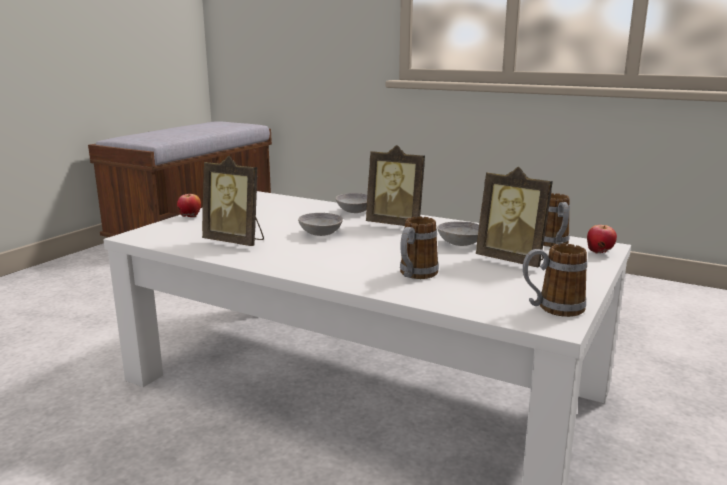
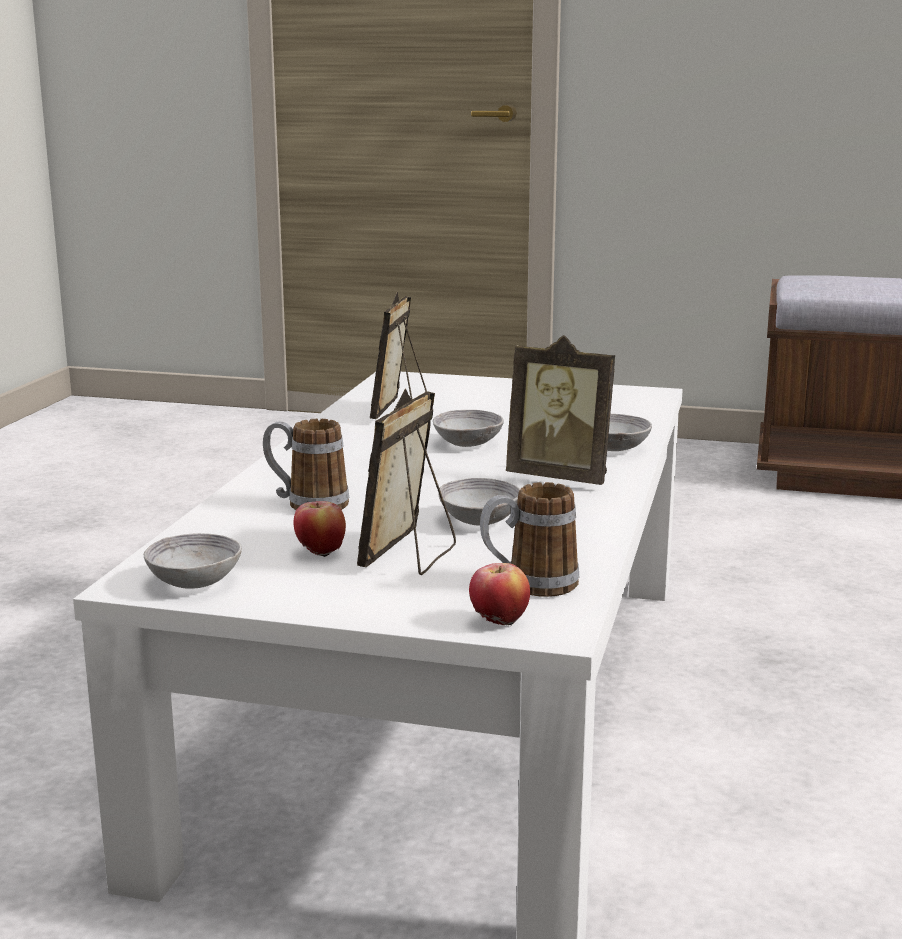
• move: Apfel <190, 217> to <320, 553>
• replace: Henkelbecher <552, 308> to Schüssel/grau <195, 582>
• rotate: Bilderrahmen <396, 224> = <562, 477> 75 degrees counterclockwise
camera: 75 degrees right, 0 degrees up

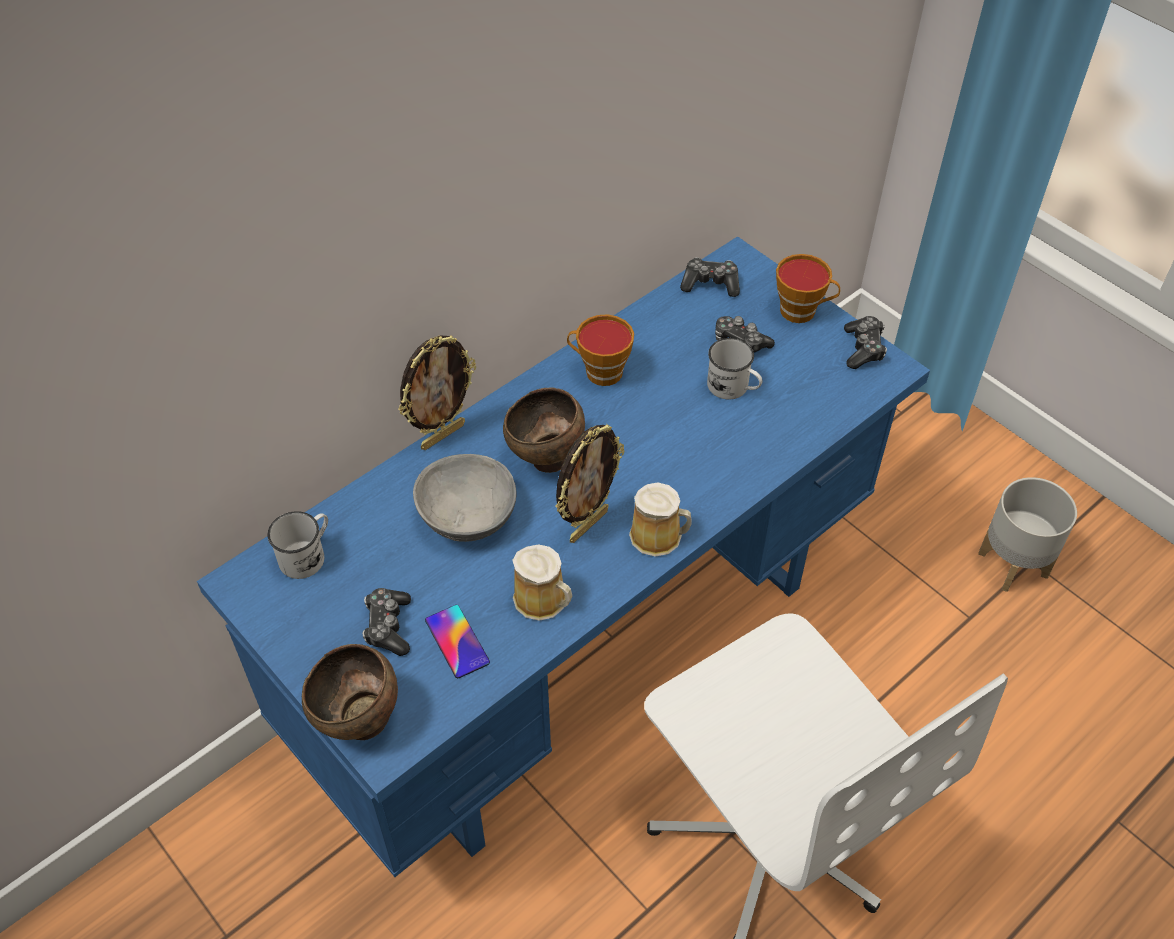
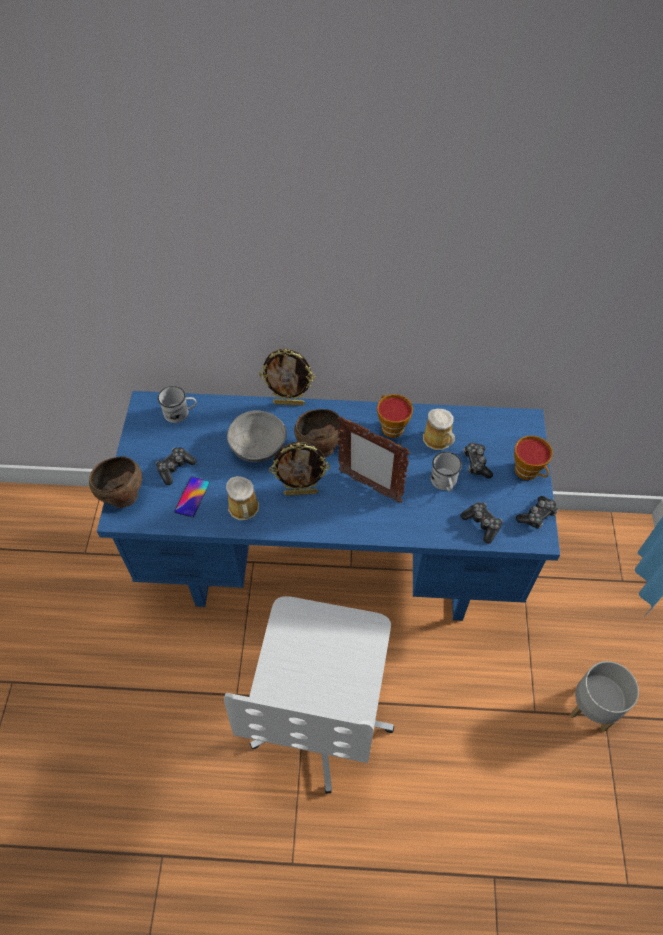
• insert: Bilderrahmen <369, 486>
• move: Henkelbecher <659, 536> to <438, 440>
• move: Gamepad <710, 284> to <482, 524>
camera: 45 degrees right, 5 degrees up

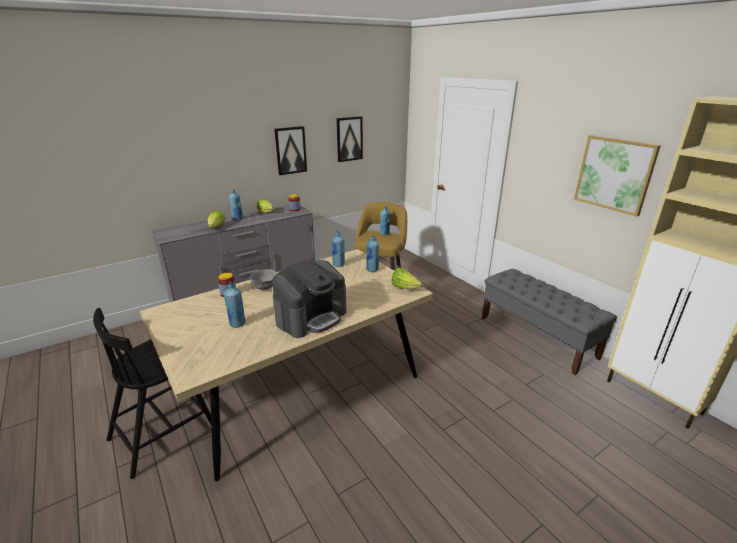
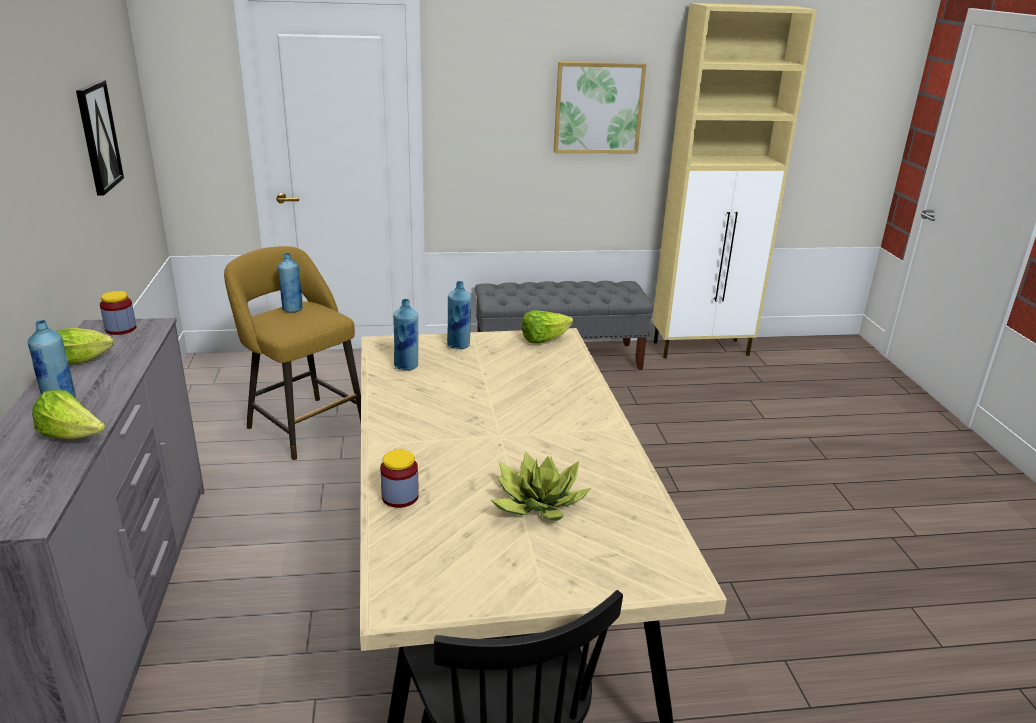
• delete: Schüssel/grau <265, 287>
• delete: Kaffeemaschine <311, 317>
• delete: Bild <290, 150>
• replace: Flasche/blau <237, 324> to Topfpflanze <536, 503>
camera: 65 degrees left, 0 degrees up

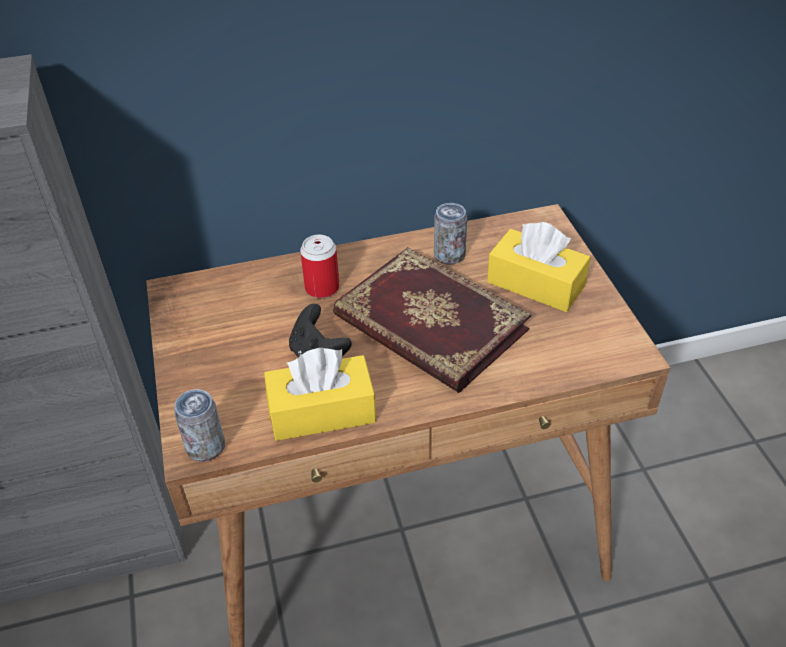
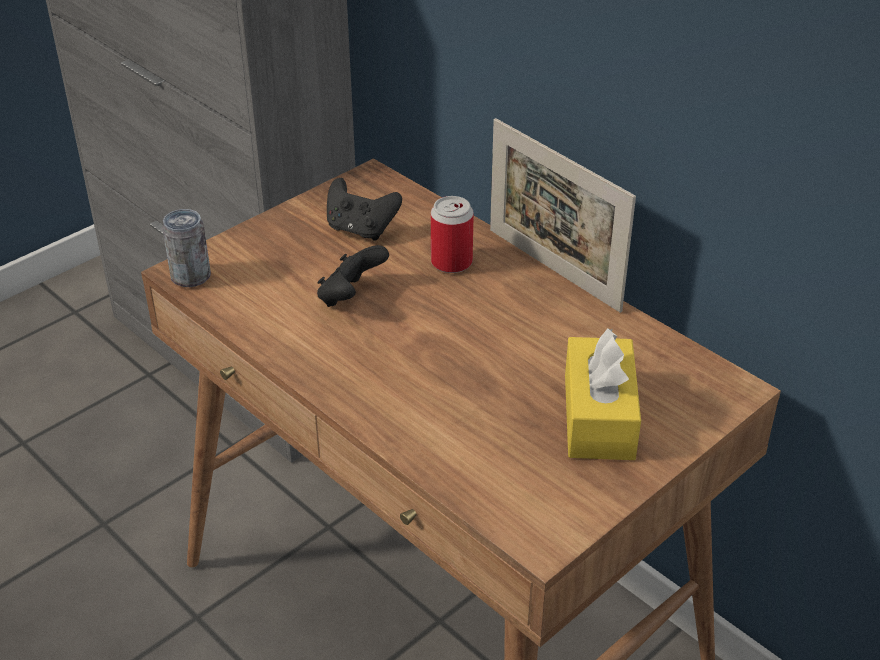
• delete: Taschentuchbox/gelb <322, 411>
• delete: Buch <428, 324>
• delete: Dose <449, 255>
• insert: Gamepad/schwarz <361, 229>
• insert: Bilderrahmen <553, 269>
camera: 60 degrees right, 5 degrees down

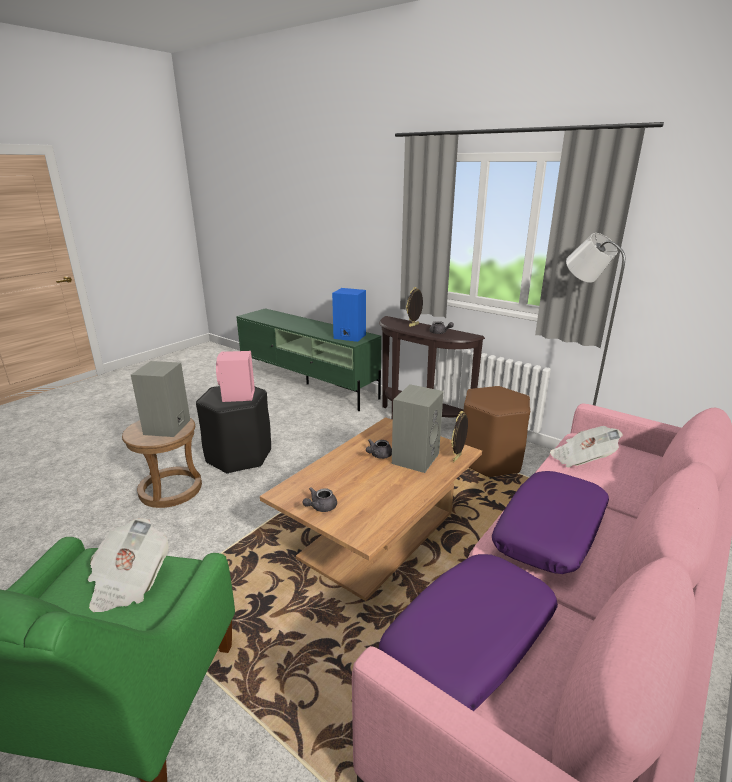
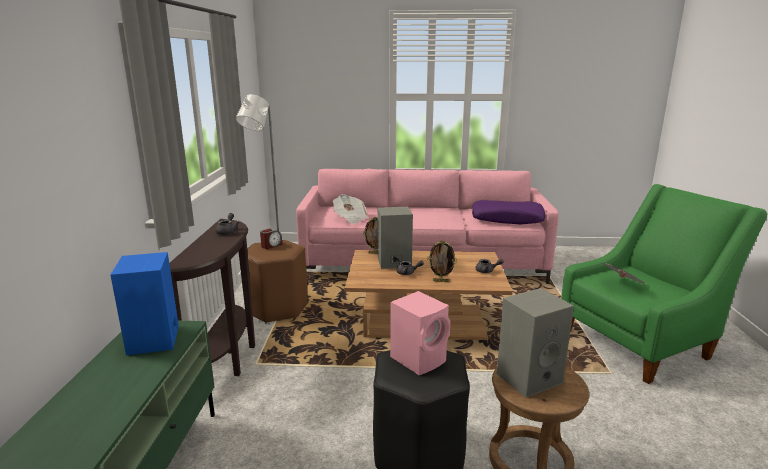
• delete: Kissen/lila <551, 531>
• insert: Wecker <271, 245>
• move: Bilderrahmen <414, 325> to <441, 281>
camera: 125 degrees left, 5 degrees down

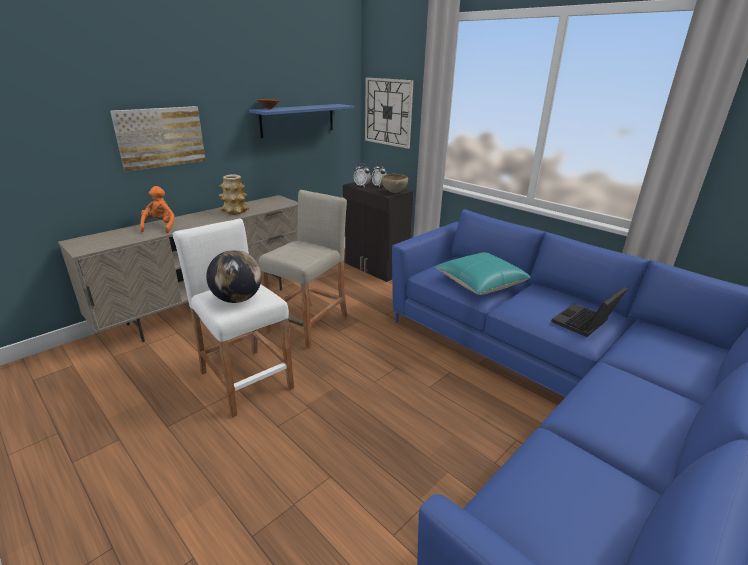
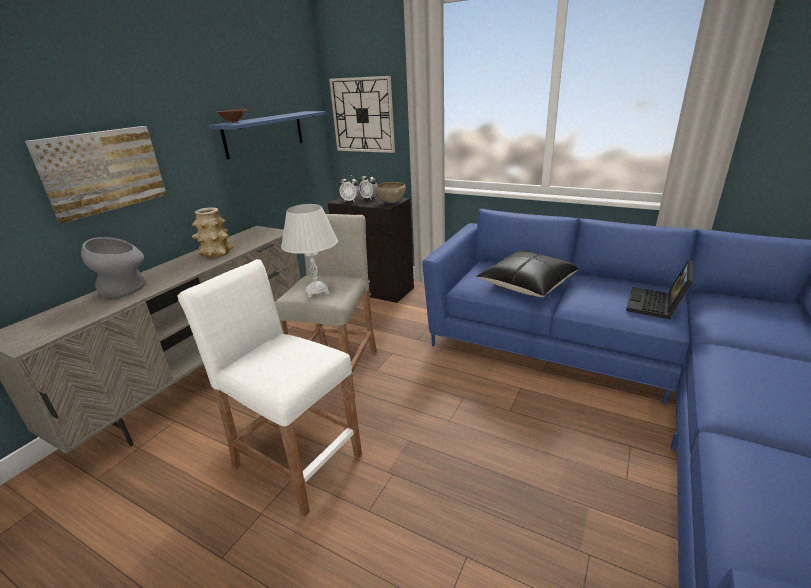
• delete: Globus <237, 299>
• insert: Tischlampe/weiß <317, 291>
• replace: Plüschtier/orange <160, 227> to Vase/grau <126, 290>
• recolor: Kissen/türkis <479, 283> to Kissen/schwarz <526, 284>
camera: 15 degrees left, 0 degrees up

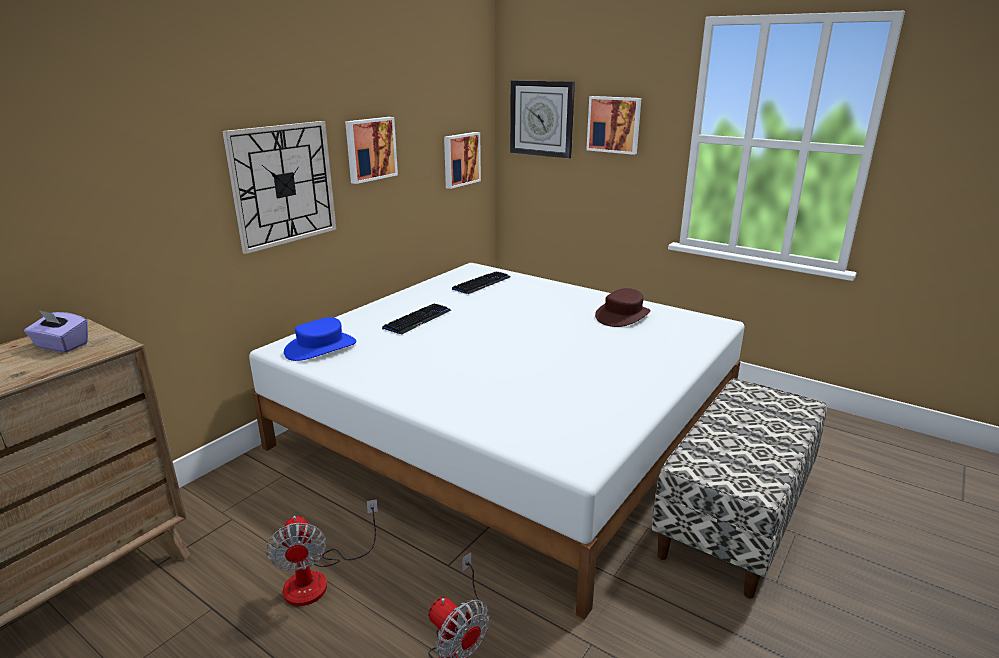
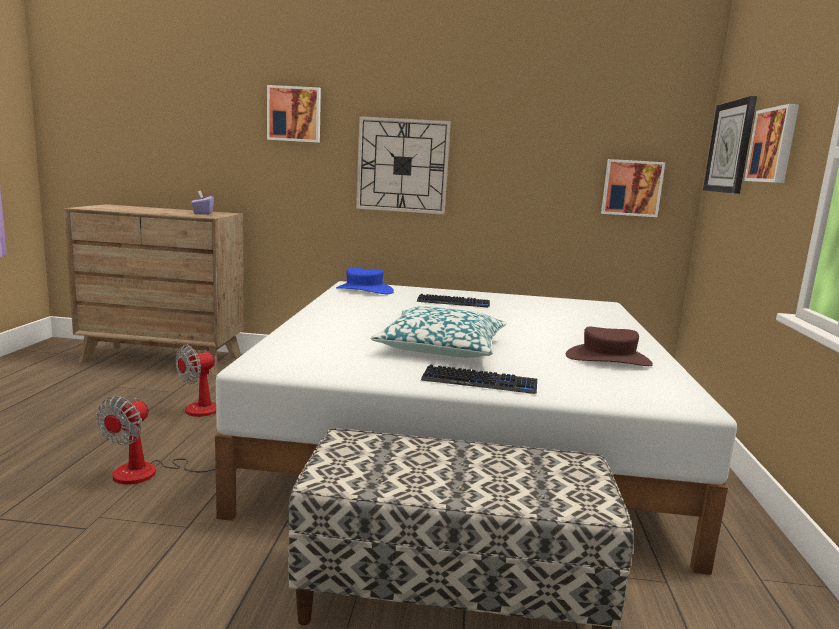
• insert: Kissen <441, 348>
• move: Bild <370, 149> to <294, 114>
• move: Tastatur <482, 284> to <479, 382>
camera: 60 degrees right, 10 degrees down

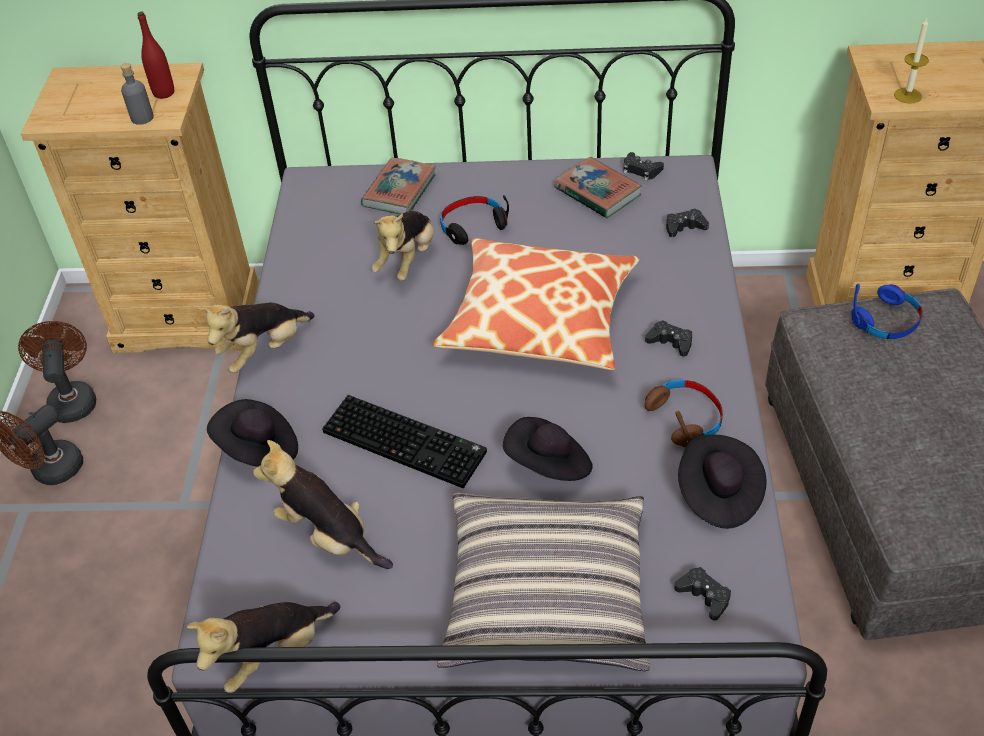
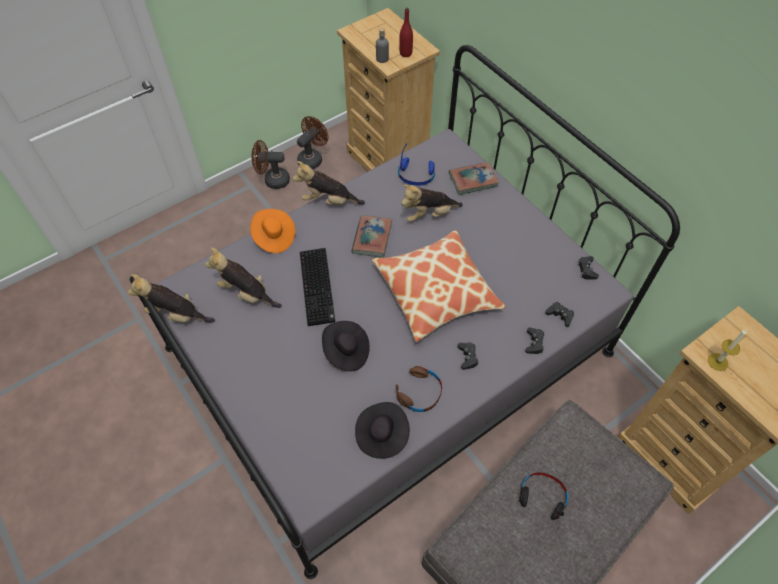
• delete: Kissen <545, 594>
• move: Kopfhörer/schwarz <472, 226> to <542, 496>
• move: Buch <597, 192> to <372, 238>
• move: Gamepad/schwarz <704, 596> to <534, 343>
• move: Kopfhörer/blau <887, 321> to <416, 175>
• recolor: Hut/schwarz <259, 449> to Hut/orange <274, 237>
• rotate: Plüschtier <328, 536> = <246, 293> 60 degrees counterclockwise
camera: 50 degrees right, 10 degrees up

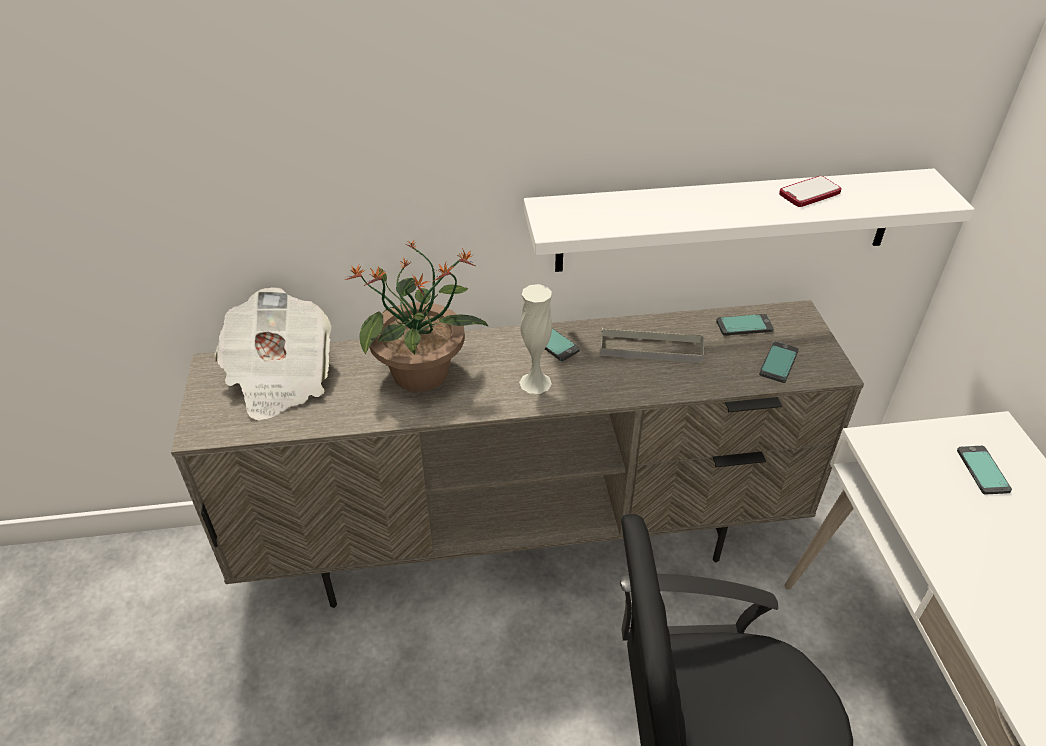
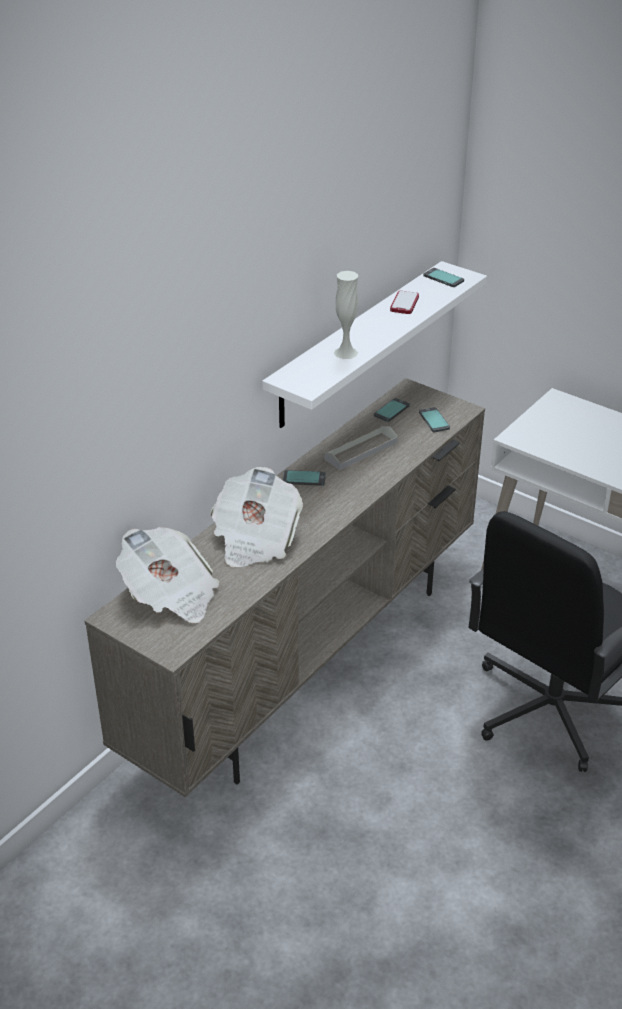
• move: Vase/weiß <535, 382> to <345, 352>
• move: Handy <982, 470> to <443, 278>
• replace: Topfpflanze <422, 373> to Zeitung <255, 539>
camera: 45 degrees left, 5 degrees down

